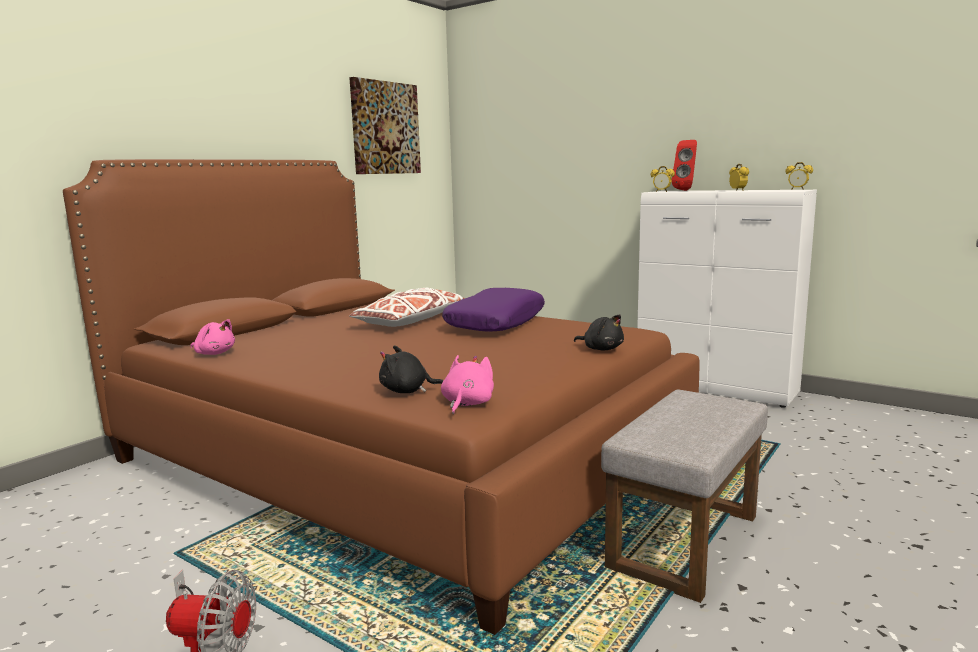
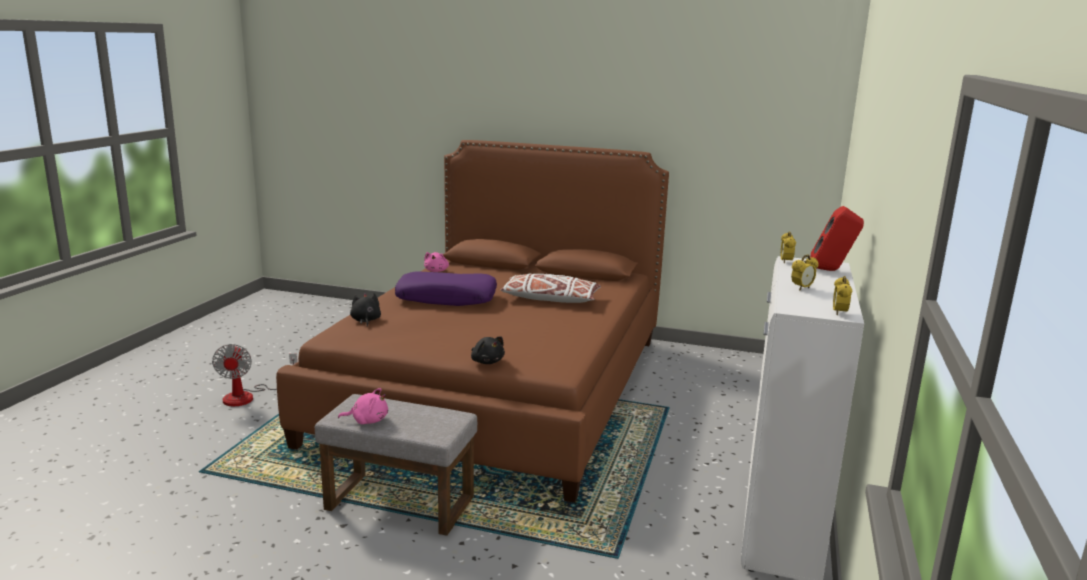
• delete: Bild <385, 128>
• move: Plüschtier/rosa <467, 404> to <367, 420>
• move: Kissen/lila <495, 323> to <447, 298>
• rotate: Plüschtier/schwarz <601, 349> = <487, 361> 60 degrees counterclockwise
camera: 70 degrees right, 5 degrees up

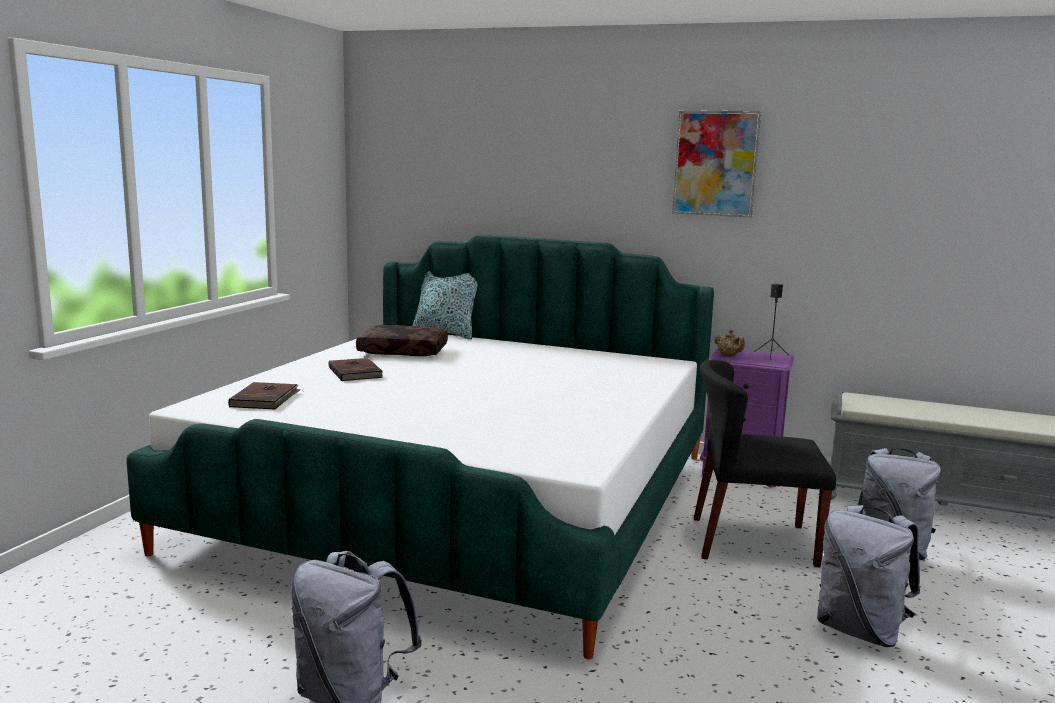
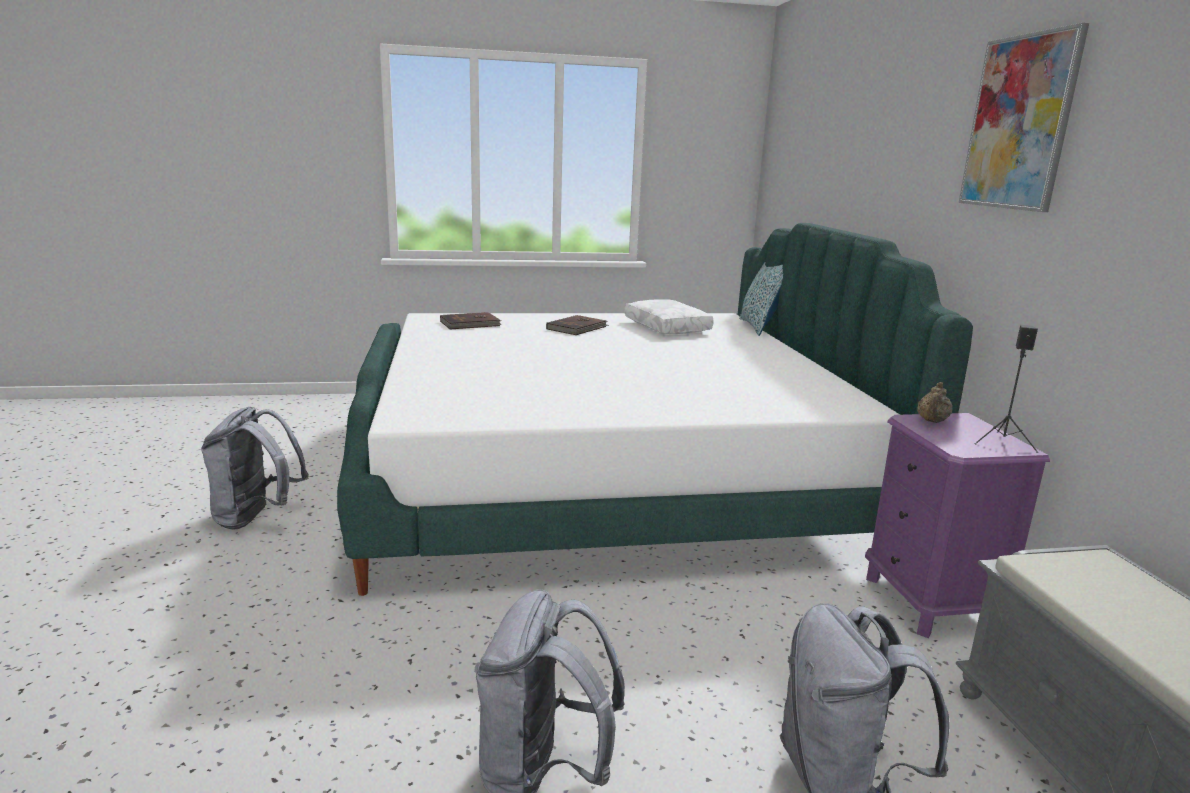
• delete: Stuhl/schwarz <752, 541>
• recolor: Kissen/braun <404, 351> to Kissen/weiß <668, 327>
camera: 60 degrees right, 5 degrees up

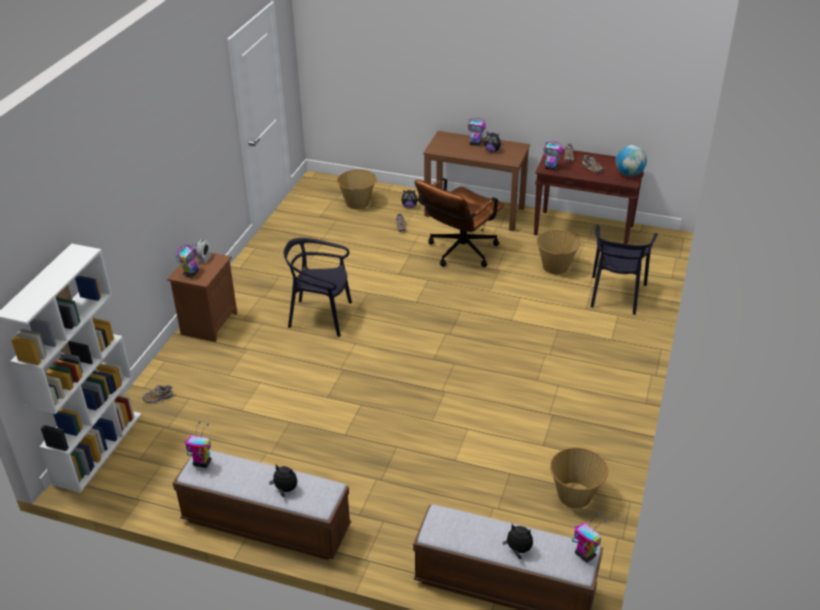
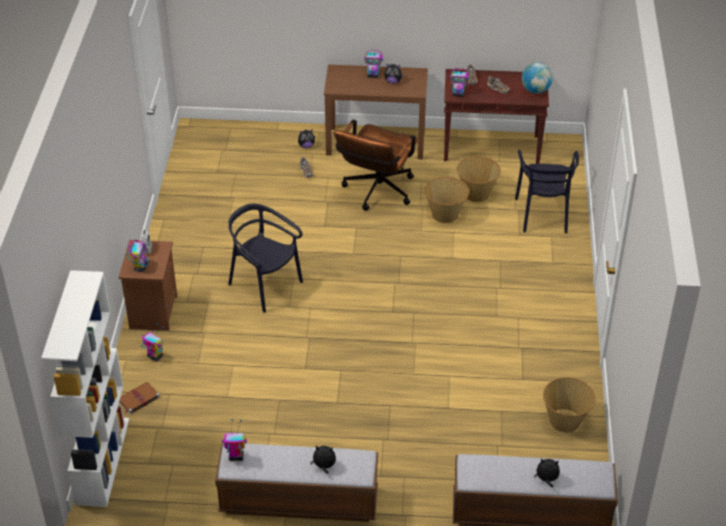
• move: Korb <358, 203> to <445, 214>
• move: Spielzeugroboter <584, 555> to <154, 356>
• replace: Schuh <158, 398> to Buch/braun <138, 399>
• rotate: Stuhl/schwarz <321, 317> = <264, 285> 45 degrees clockwise
camera: 15 degrees left, 5 degrees up

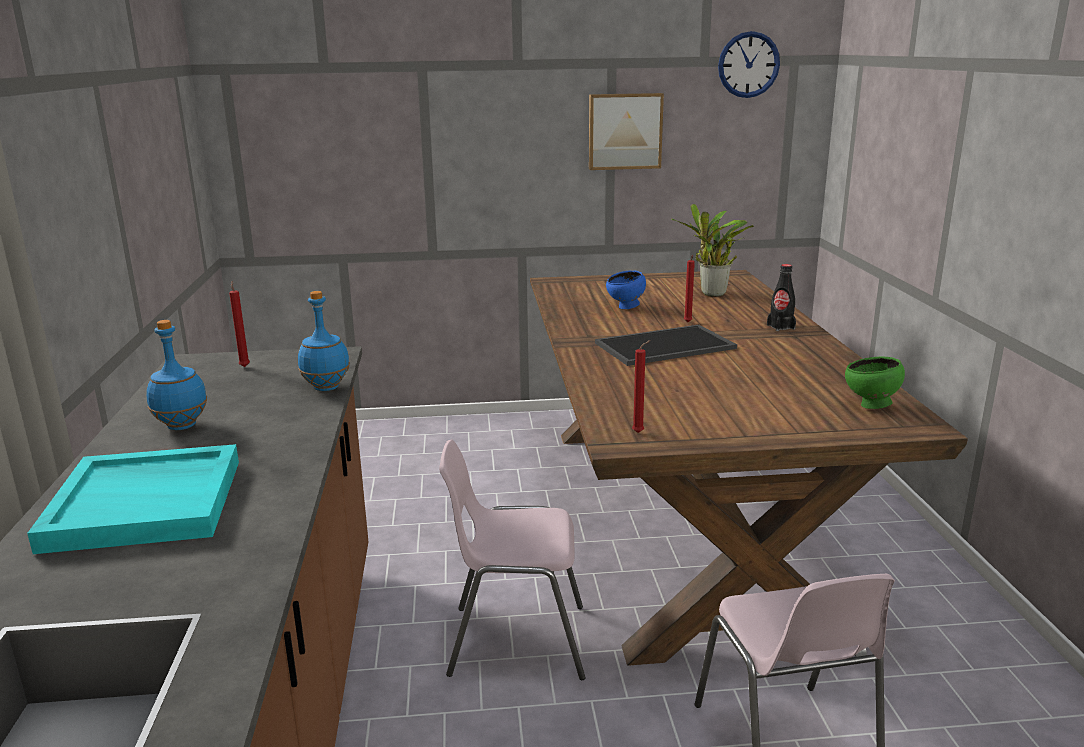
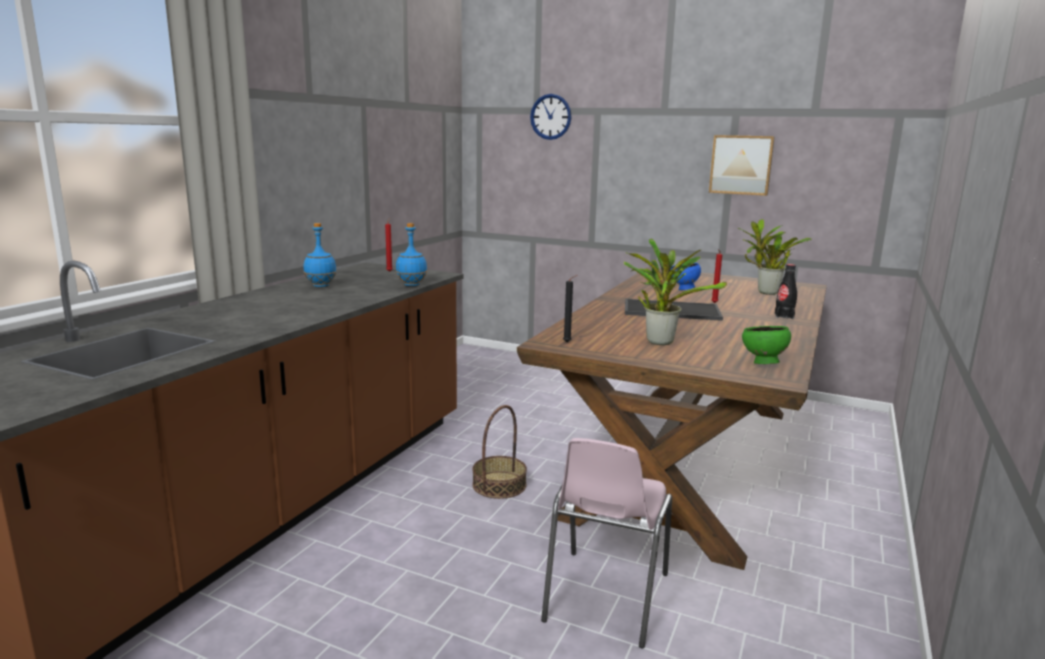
• delete: Tablett/türkis <147, 503>
• insert: Topfpflanze <659, 341>
• move: Wanduhr <748, 65> to <551, 117>
• replace: Stuhl/rosa <516, 640> to Korb <499, 485>
• recolor: Kerze/rot <640, 432> to Kerze/schwarz <568, 342>
camera: 30 degrees right, 5 degrees down

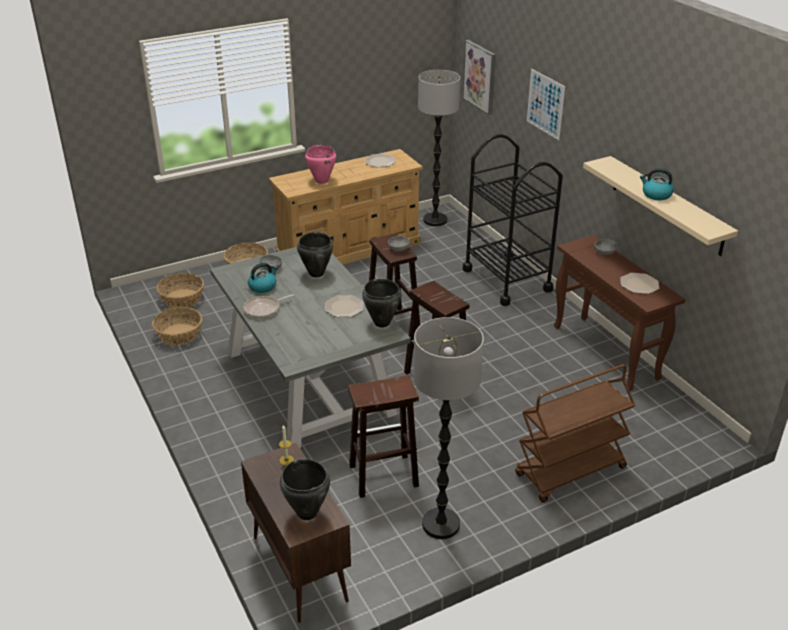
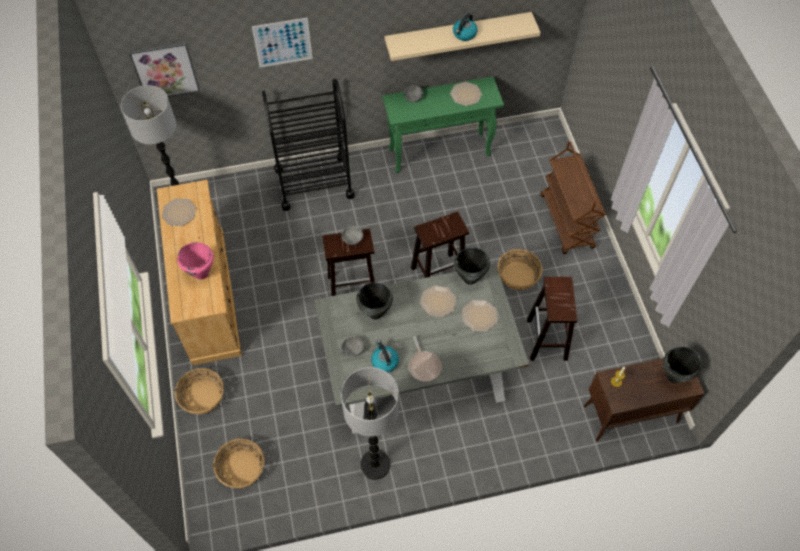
• insert: Teller <479, 316>
• move: Korb <179, 334> to <517, 276>
• move: Stehlampe <440, 524> to <375, 465>
• recolor: Konsolentisch/braun <606, 353> to Konsolentisch/grün <440, 152>
camera: 75 degrees left, 25 degrees up

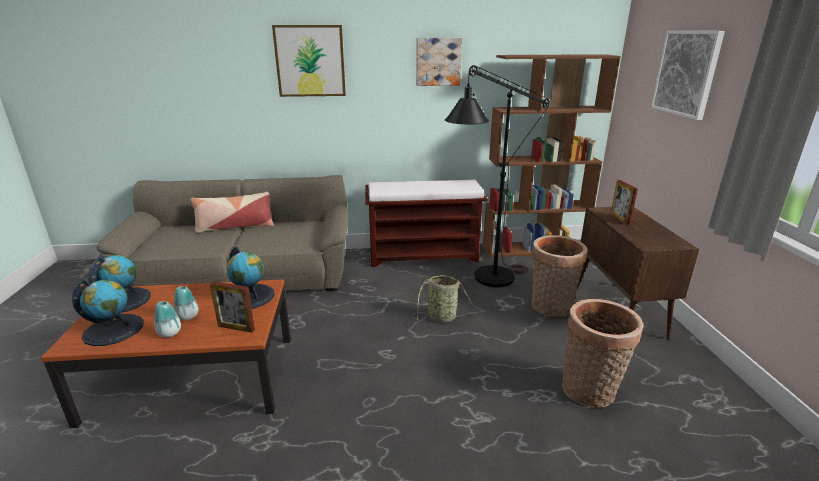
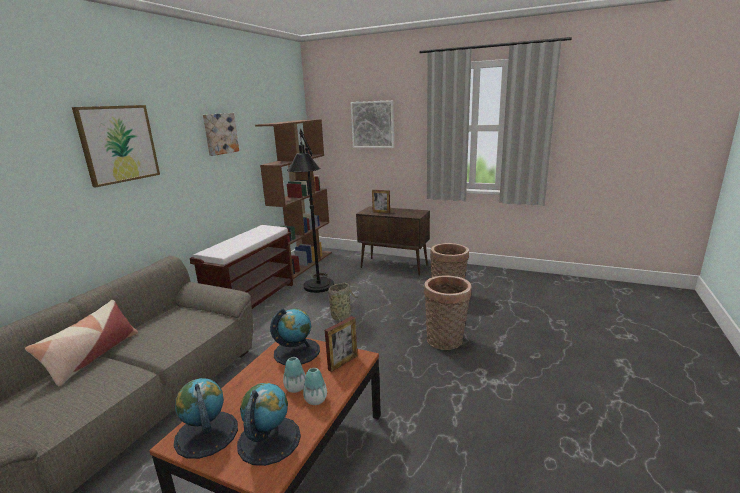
• move: Korb <550, 308> to <446, 341>
camera: 60 degrees left, 5 degrees down

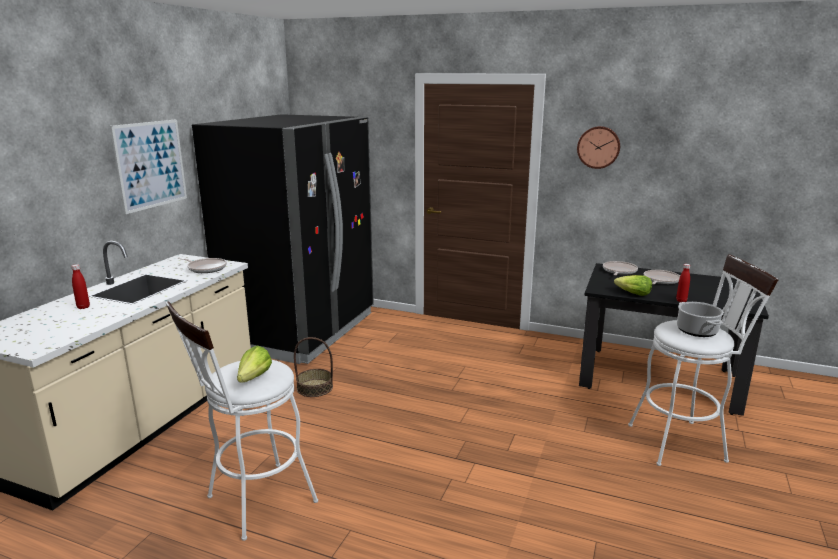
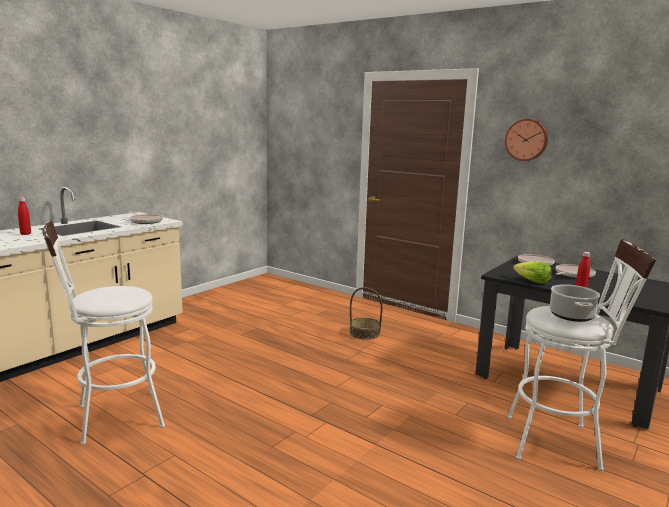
• delete: Bild <151, 165>
• delete: Kühlschrank/schwarz <302, 330>
• delete: Salatkopf <251, 380>
• move: Korb <315, 388> to <364, 333>
camera: 15 degrees right, 5 degrees down

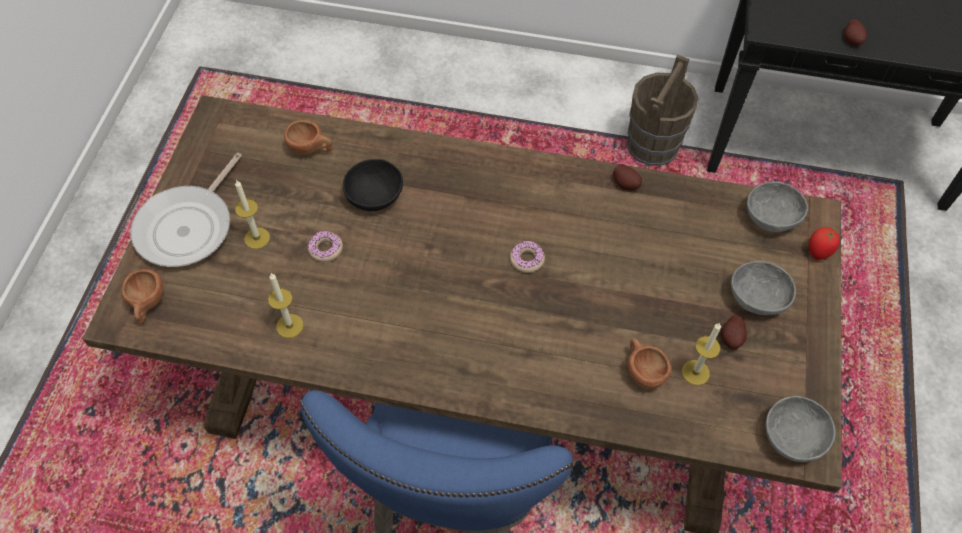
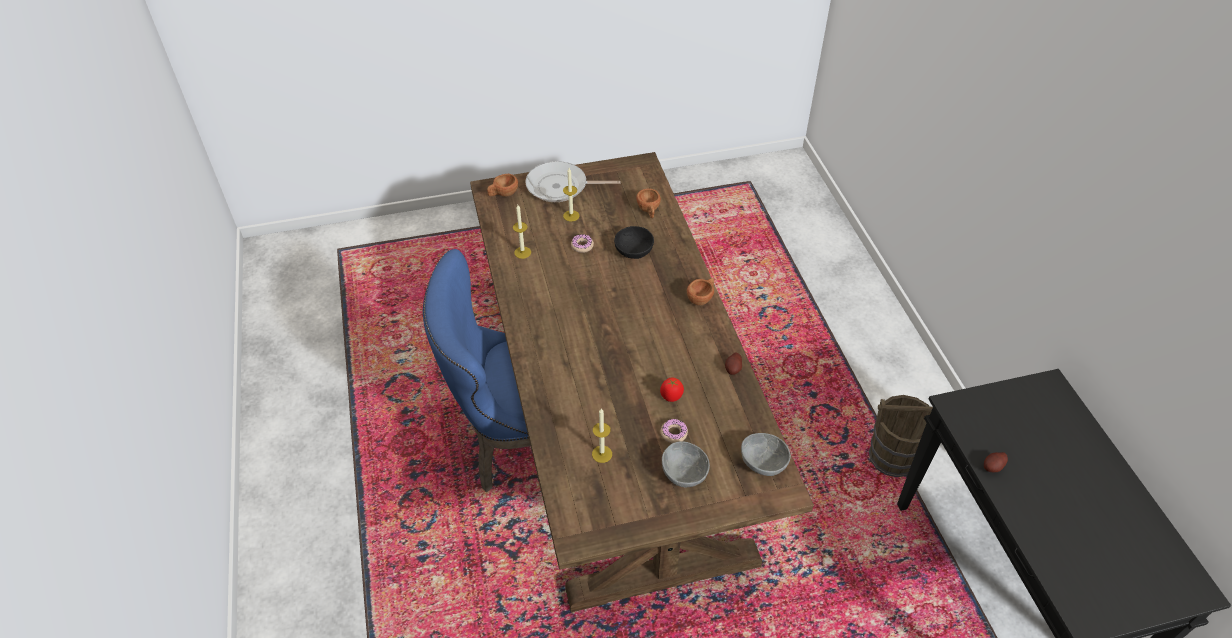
• delete: Kartoffel <731, 338>
• delete: Schüssel/grau <791, 437>
• move: Donut <527, 260> to <674, 433>
• move: Tasse/braun <642, 370> to <702, 298>
• move: Tomate <818, 252> to <671, 397>
camera: 65 degrees right, 10 degrees down

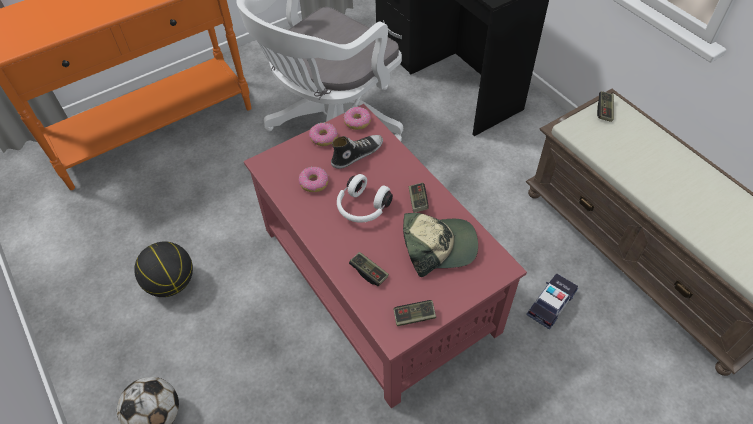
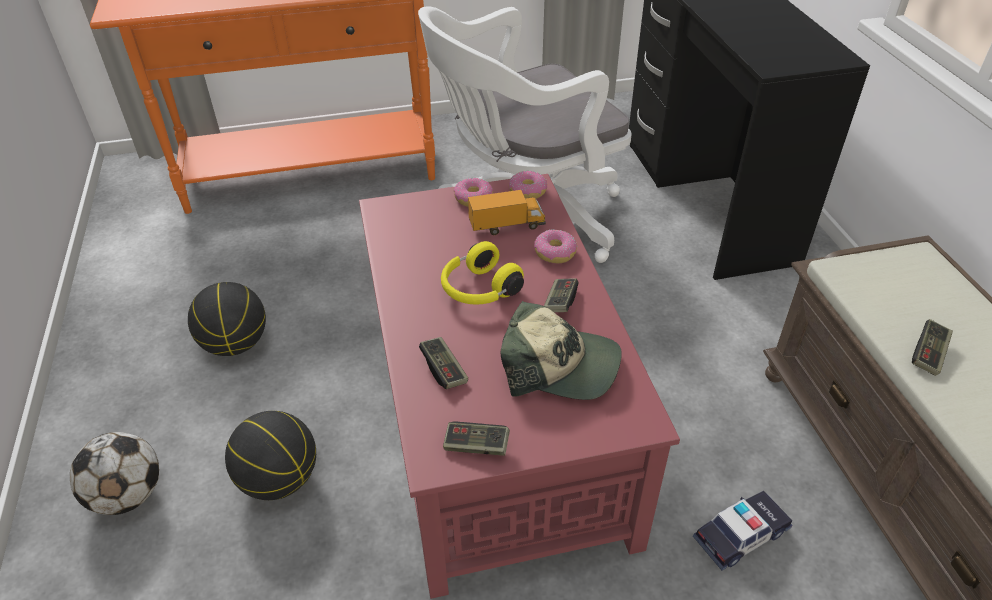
• insert: Basketball <280, 479>
• move: Donut <314, 183> to <555, 252>
• move: Gamepad <604, 110> to <928, 354>
• replace: Schuh <357, 154> to Spielzeuglaster <507, 226>
• recolor: Kopfhörer/weiß <362, 208> to Kopfhörer/gelb <479, 290>
camera: 20 degrees right, 10 degrees down

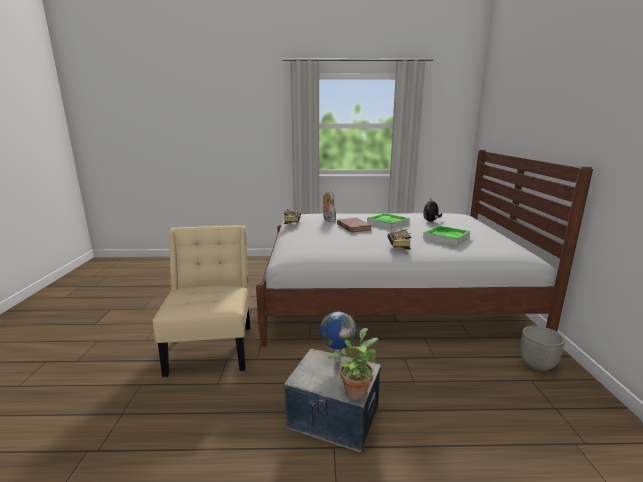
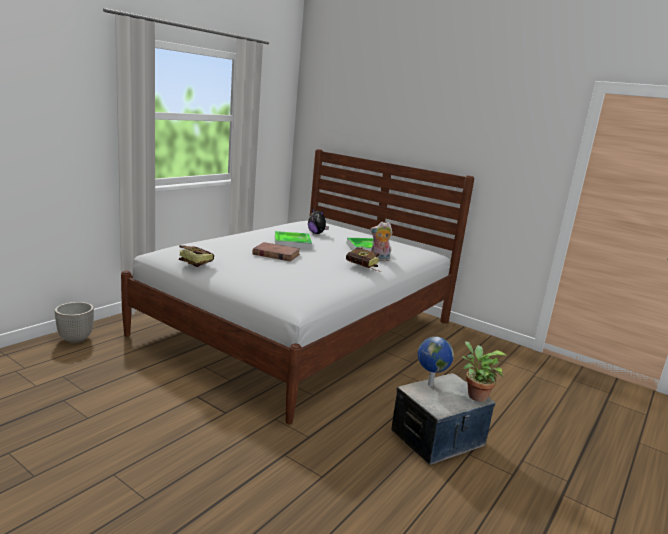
• delete: Stuhl/beige <212, 346>
• move: Plüschtier <328, 220> to <379, 259>
• move: Pflanzkübel <536, 365> to <75, 339>
camera: 55 degrees left, 0 degrees up

